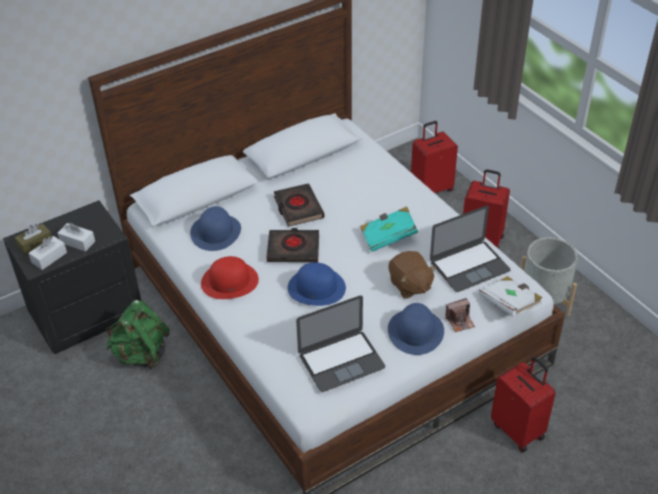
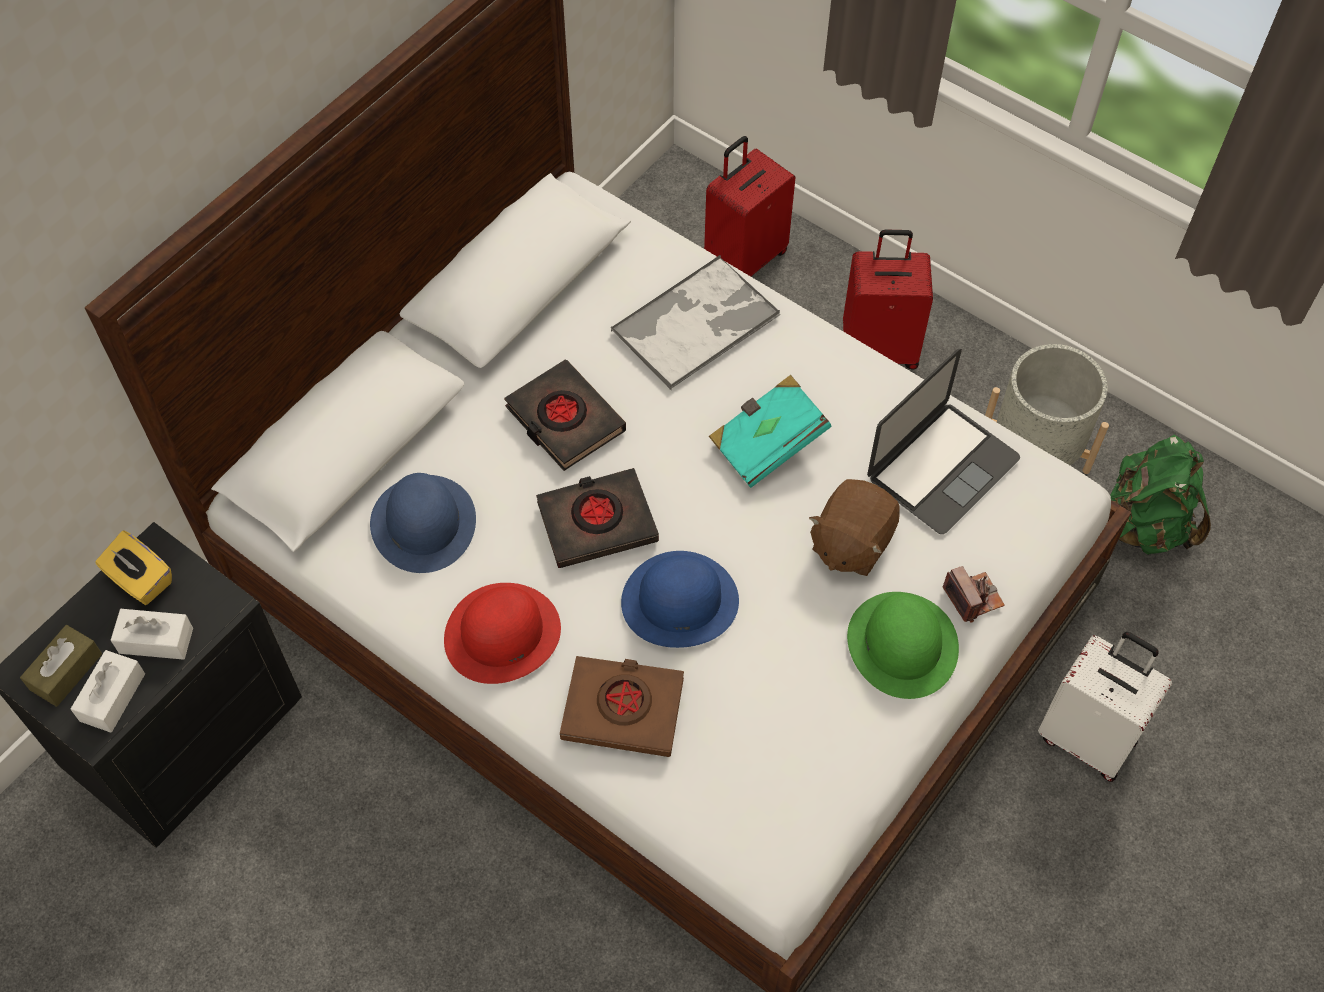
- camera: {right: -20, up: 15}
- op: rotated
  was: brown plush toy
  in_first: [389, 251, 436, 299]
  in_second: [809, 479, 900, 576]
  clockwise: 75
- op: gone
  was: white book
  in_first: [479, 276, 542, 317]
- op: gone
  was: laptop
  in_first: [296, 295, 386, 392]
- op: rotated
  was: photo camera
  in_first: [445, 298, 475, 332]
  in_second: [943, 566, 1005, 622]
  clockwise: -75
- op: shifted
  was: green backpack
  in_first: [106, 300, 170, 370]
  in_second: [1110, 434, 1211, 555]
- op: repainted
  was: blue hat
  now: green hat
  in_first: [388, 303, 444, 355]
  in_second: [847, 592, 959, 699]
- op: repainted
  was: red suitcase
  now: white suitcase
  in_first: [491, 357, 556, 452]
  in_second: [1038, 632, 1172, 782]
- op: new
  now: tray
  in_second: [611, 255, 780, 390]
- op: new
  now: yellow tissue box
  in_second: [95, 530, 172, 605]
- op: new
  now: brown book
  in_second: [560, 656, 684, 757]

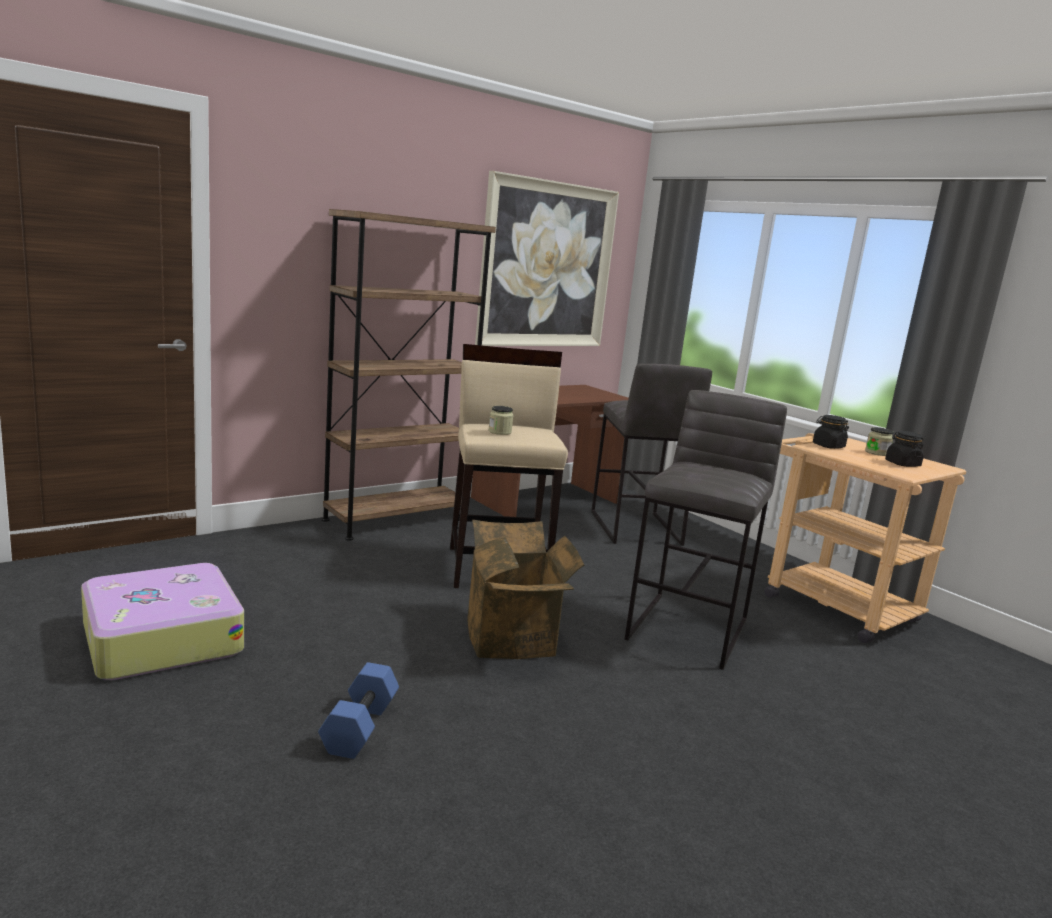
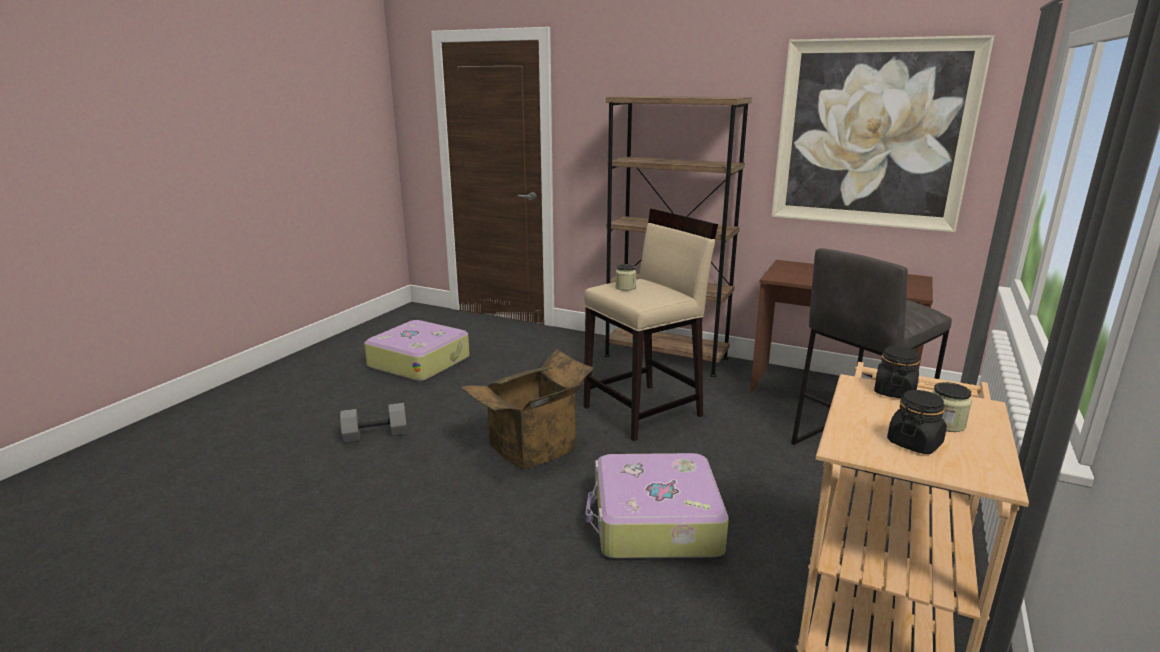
- camera: {right: 65, up: 5}
- op: swapped
  was: grey stool
  now: suitcase
  in_first: [625, 390, 787, 670]
  in_second: [586, 453, 729, 559]
- op: repainted
  was: blue dumbbell
  now: grey dumbbell
  in_first: [318, 662, 399, 759]
  in_second: [340, 403, 407, 443]

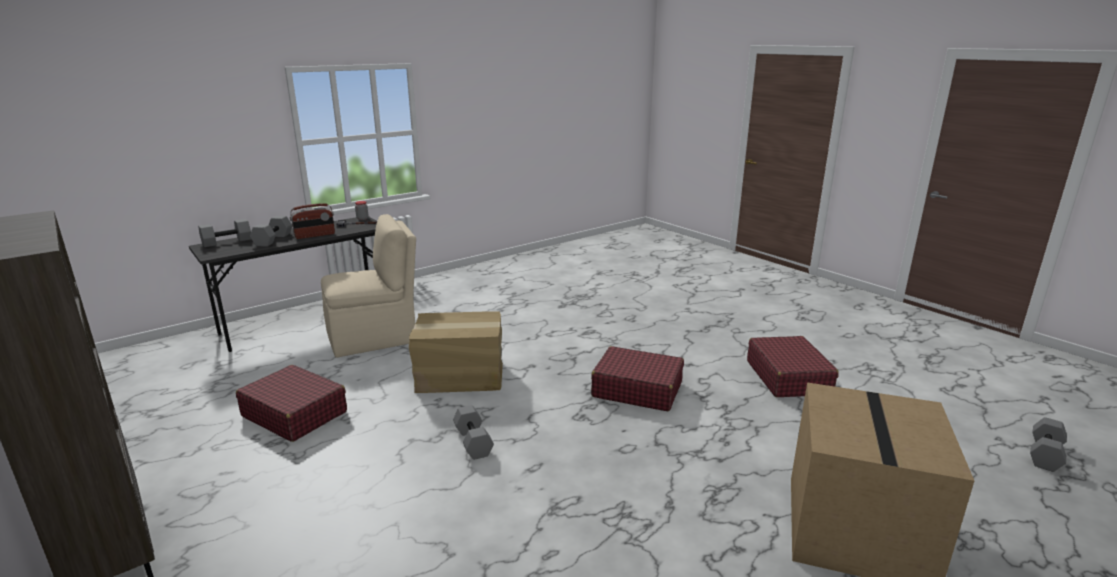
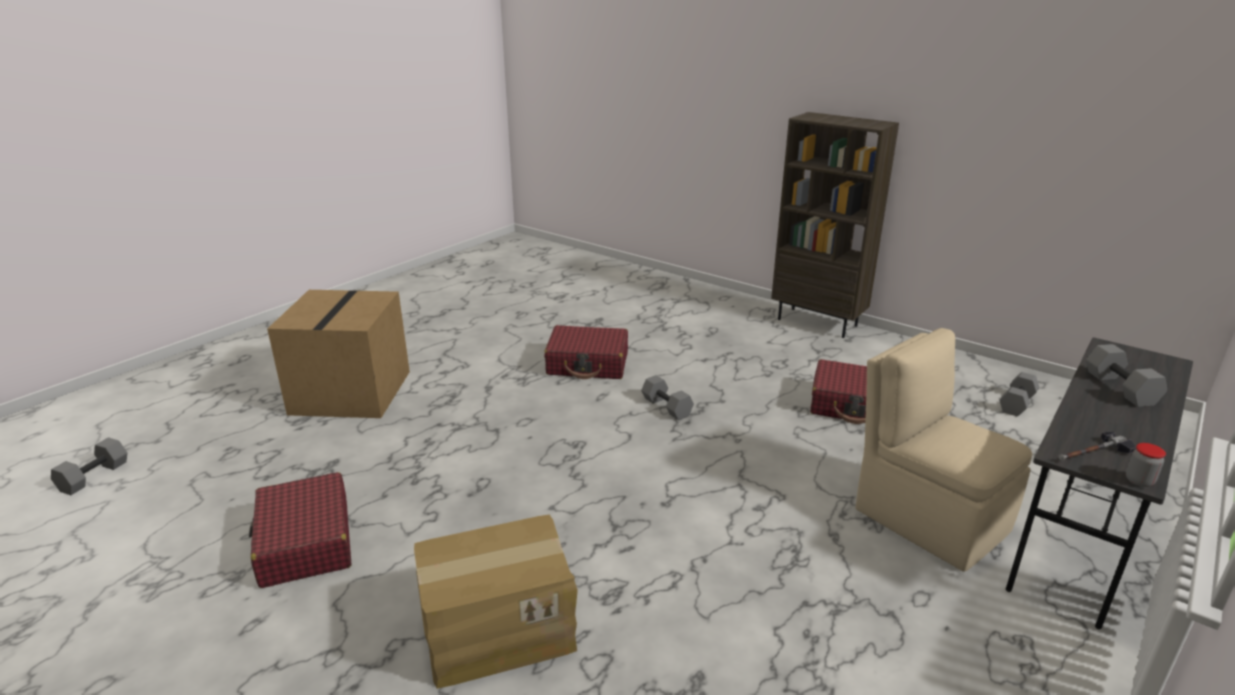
- camera: {right: 165, up: 5}
- op: gone
  was: radio
  in_first: [290, 204, 335, 239]
- op: rotated
  was: beige chair
  in_first: [321, 214, 416, 358]
  in_second: [855, 328, 1032, 572]
  clockwise: 90
- op: shifted
  was: grey dumbbell
  in_first: [198, 219, 251, 247]
  in_second: [999, 372, 1039, 416]
- op: shifted
  was: cardboard box
  in_first: [409, 311, 503, 393]
  in_second: [414, 515, 577, 689]
- op: shifted
  was: red suitcase
  in_first: [591, 346, 684, 411]
  in_second: [544, 325, 628, 379]

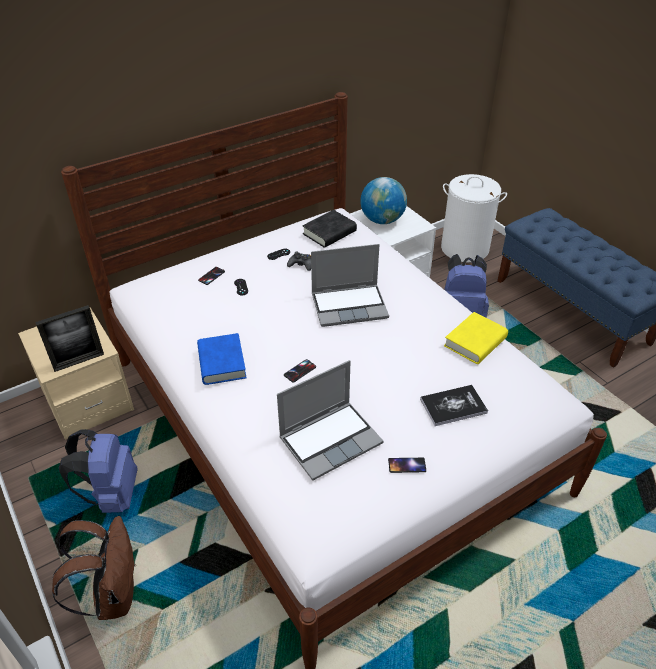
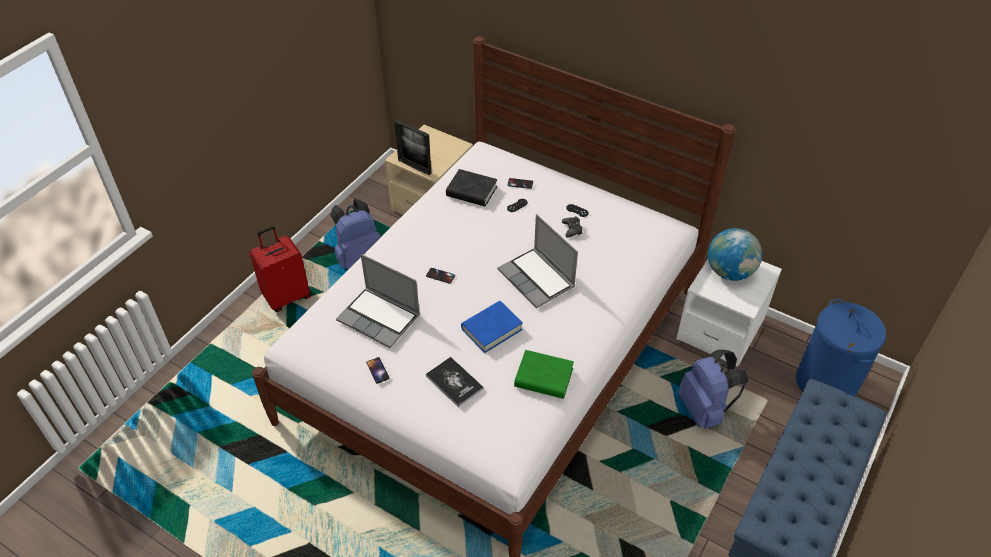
- camera: {right: 65, up: 5}
- op: repainted
  was: white laundry basket
  now: blue laundry basket
  in_first: [441, 174, 507, 262]
  in_second: [796, 299, 886, 397]
- op: shifted
  was: black book
  in_first: [303, 210, 357, 248]
  in_second: [446, 169, 497, 206]
- op: repainted
  was: yellow book
  now: green book
  in_first: [444, 312, 508, 364]
  in_second: [514, 350, 574, 399]
- op: shifted
  was: blue book
  in_first: [197, 333, 247, 385]
  in_second: [461, 301, 523, 353]
- op: swapped
  was: brown backpack
  now: red suitcase
  in_first: [52, 516, 136, 620]
  in_second: [249, 226, 311, 312]

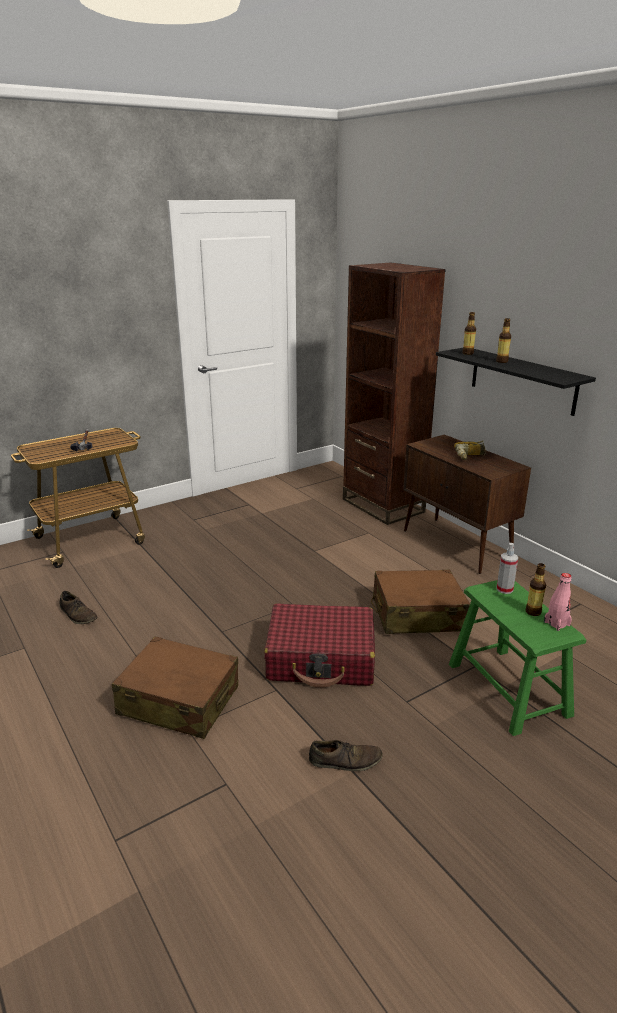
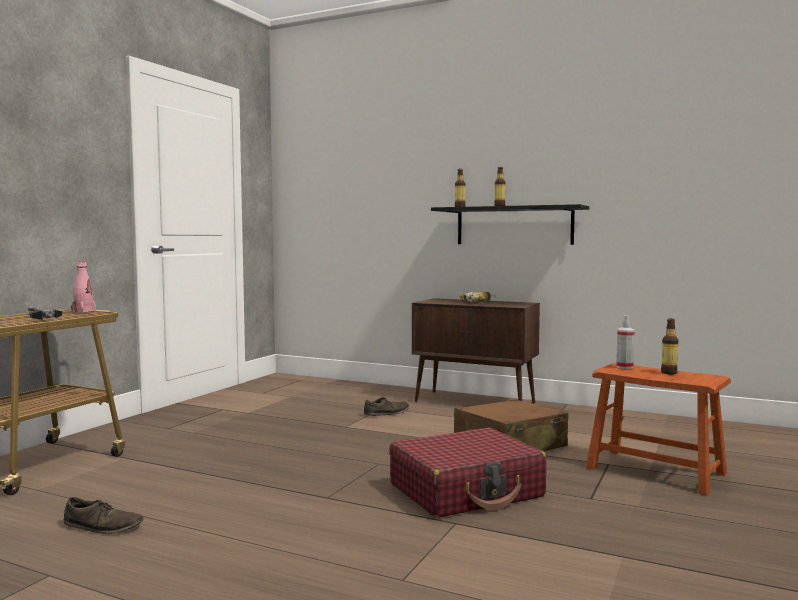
- camera: {right: -30, up: -20}
- op: gone
  was: brown bookcase
  in_first: [343, 263, 446, 525]
- op: shifted
  was: pink bottle
  in_first: [544, 573, 572, 631]
  in_second: [71, 262, 96, 313]
- op: repainted
  was: green stool
  now: brown stool
  in_first: [449, 580, 586, 736]
  in_second: [586, 363, 731, 496]
- op: gone
  was: brown suitcase
  in_first: [112, 636, 238, 739]
- op: shifted
  was: brown shoe
  in_first: [309, 740, 383, 771]
  in_second: [364, 398, 409, 416]

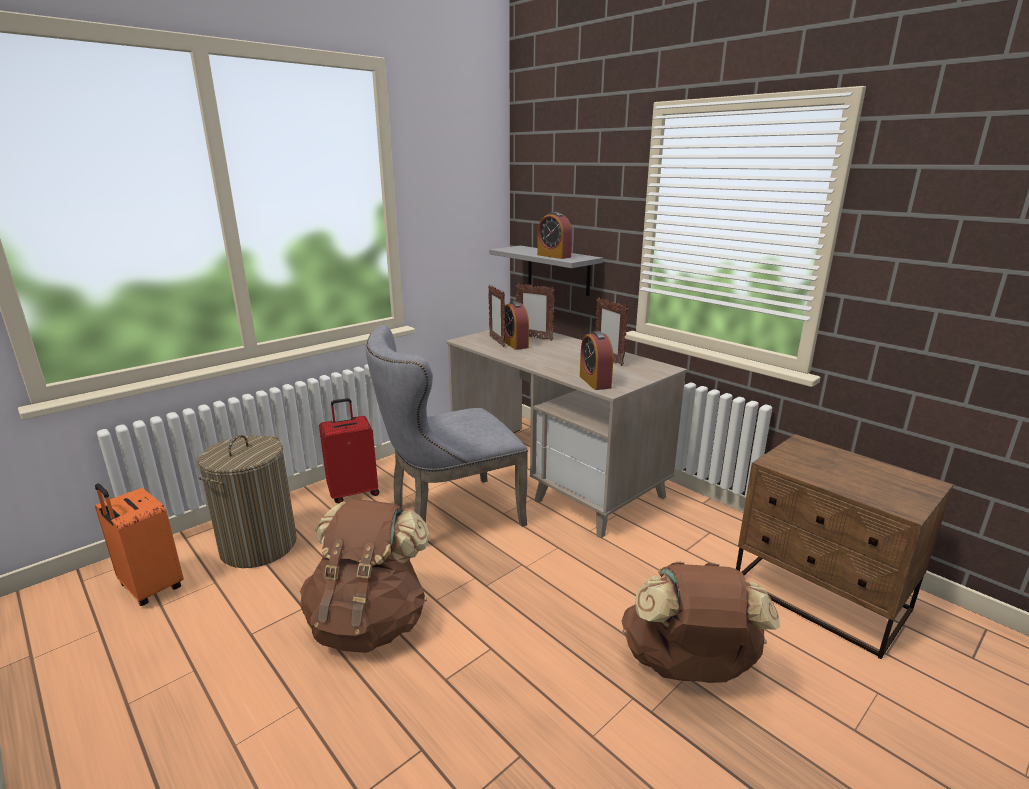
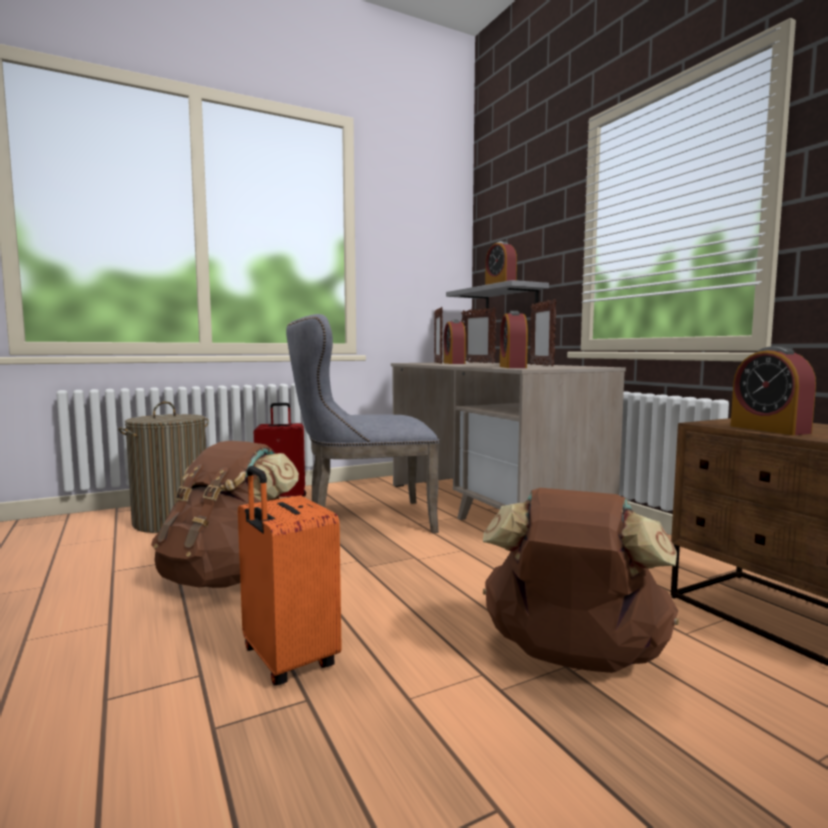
- camera: {right: 15, up: -15}
- op: shifted
  was: orange suitcase
  in_first: [95, 484, 184, 606]
  in_second: [238, 466, 342, 686]
- op: new
  now: alarm clock
  in_second: [730, 346, 816, 435]

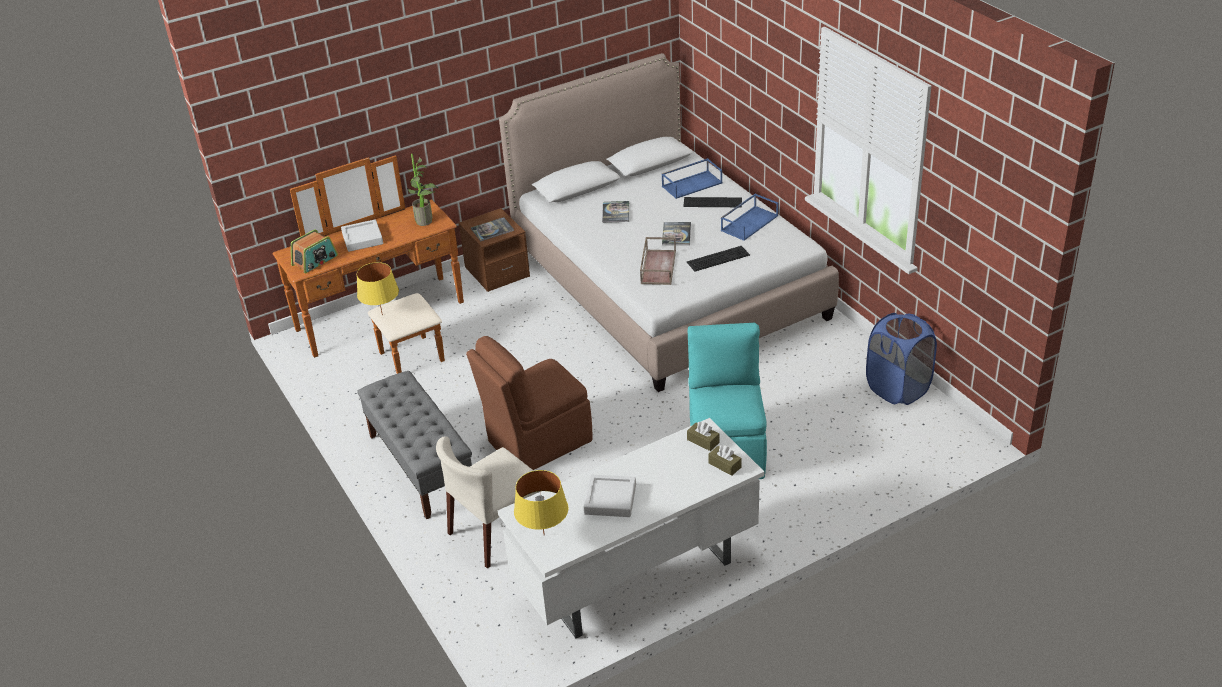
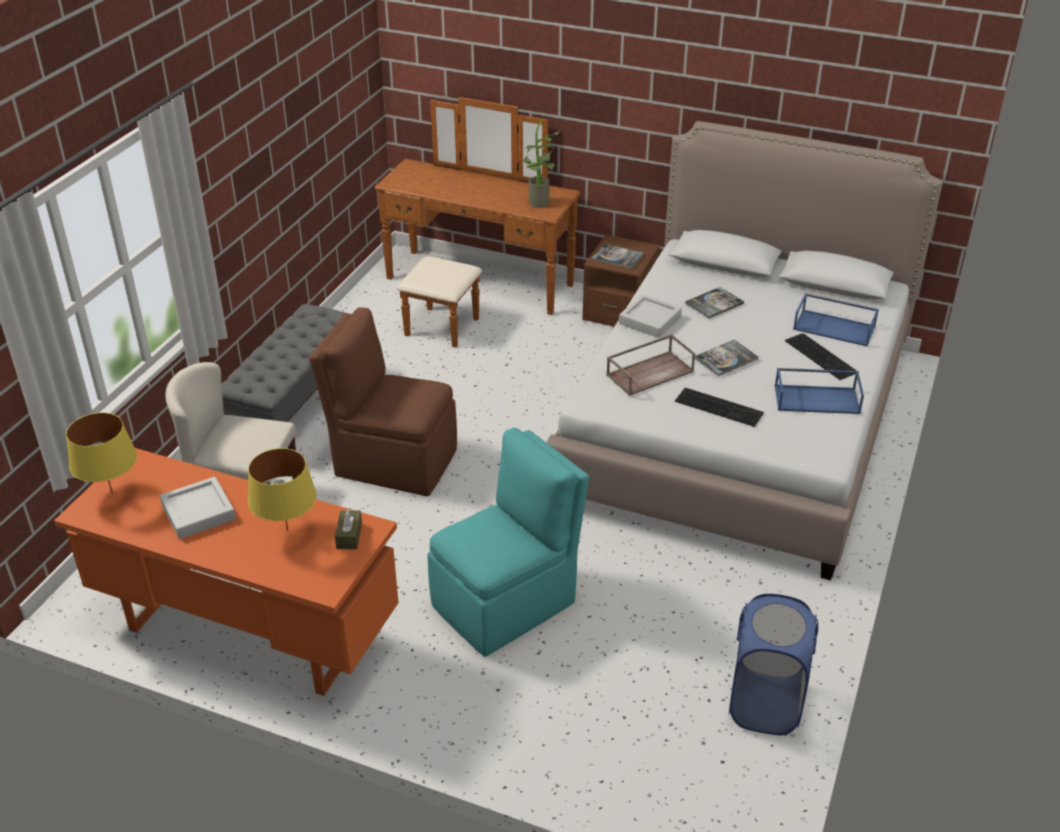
- camera: {right: 50, up: 0}
- op: shifted
  was: grey tray
  in_first: [341, 219, 383, 252]
  in_second: [619, 294, 682, 338]
- op: gone
  was: radio
  in_first: [291, 229, 338, 273]
- op: shifted
  was: yellow table lamp
  in_first: [357, 262, 399, 315]
  in_second: [248, 448, 317, 531]
- op: repainted
  was: white desk
  now: orange desk
  in_first: [498, 418, 764, 638]
  in_second: [54, 448, 399, 696]
- op: gone
  was: brown tissue box
  in_first: [708, 445, 742, 476]

